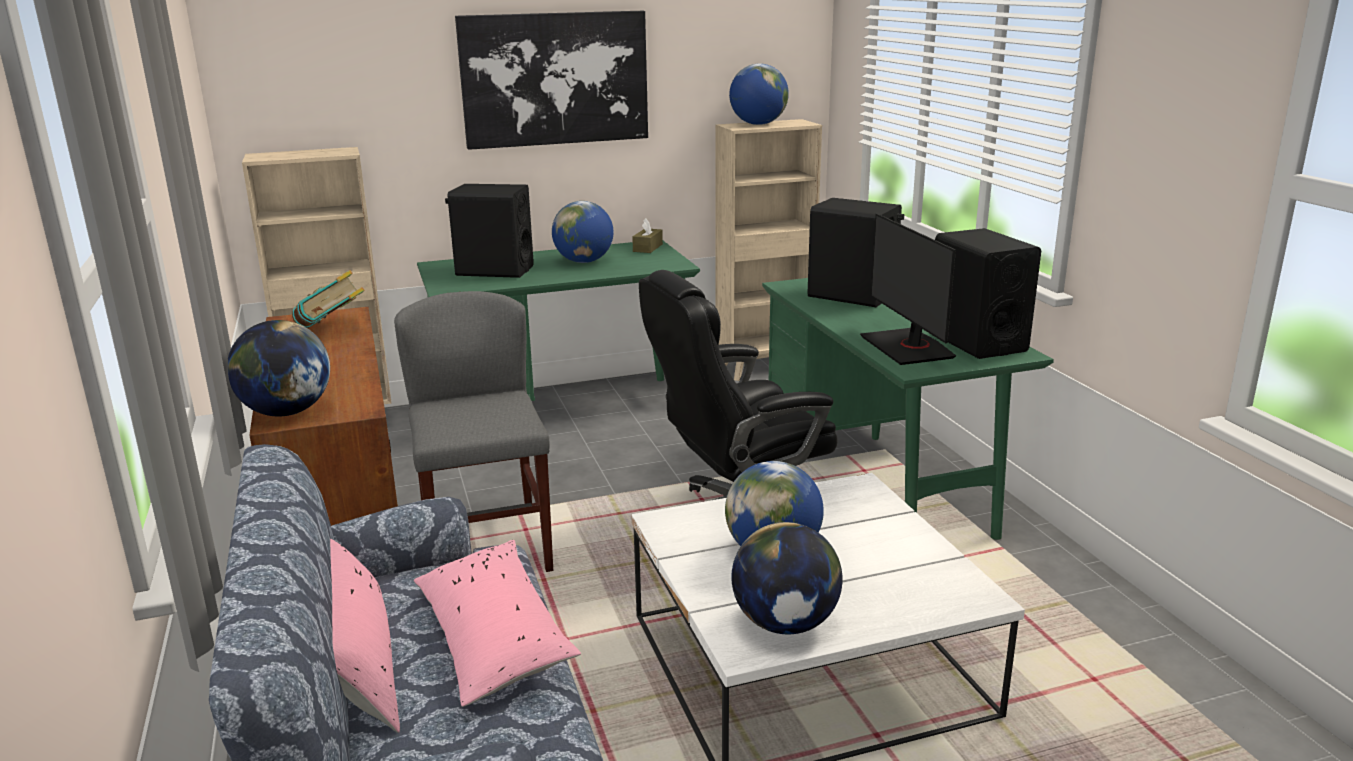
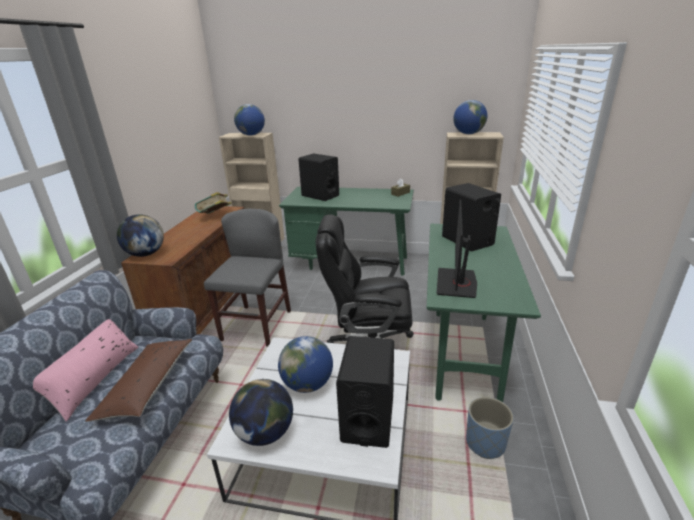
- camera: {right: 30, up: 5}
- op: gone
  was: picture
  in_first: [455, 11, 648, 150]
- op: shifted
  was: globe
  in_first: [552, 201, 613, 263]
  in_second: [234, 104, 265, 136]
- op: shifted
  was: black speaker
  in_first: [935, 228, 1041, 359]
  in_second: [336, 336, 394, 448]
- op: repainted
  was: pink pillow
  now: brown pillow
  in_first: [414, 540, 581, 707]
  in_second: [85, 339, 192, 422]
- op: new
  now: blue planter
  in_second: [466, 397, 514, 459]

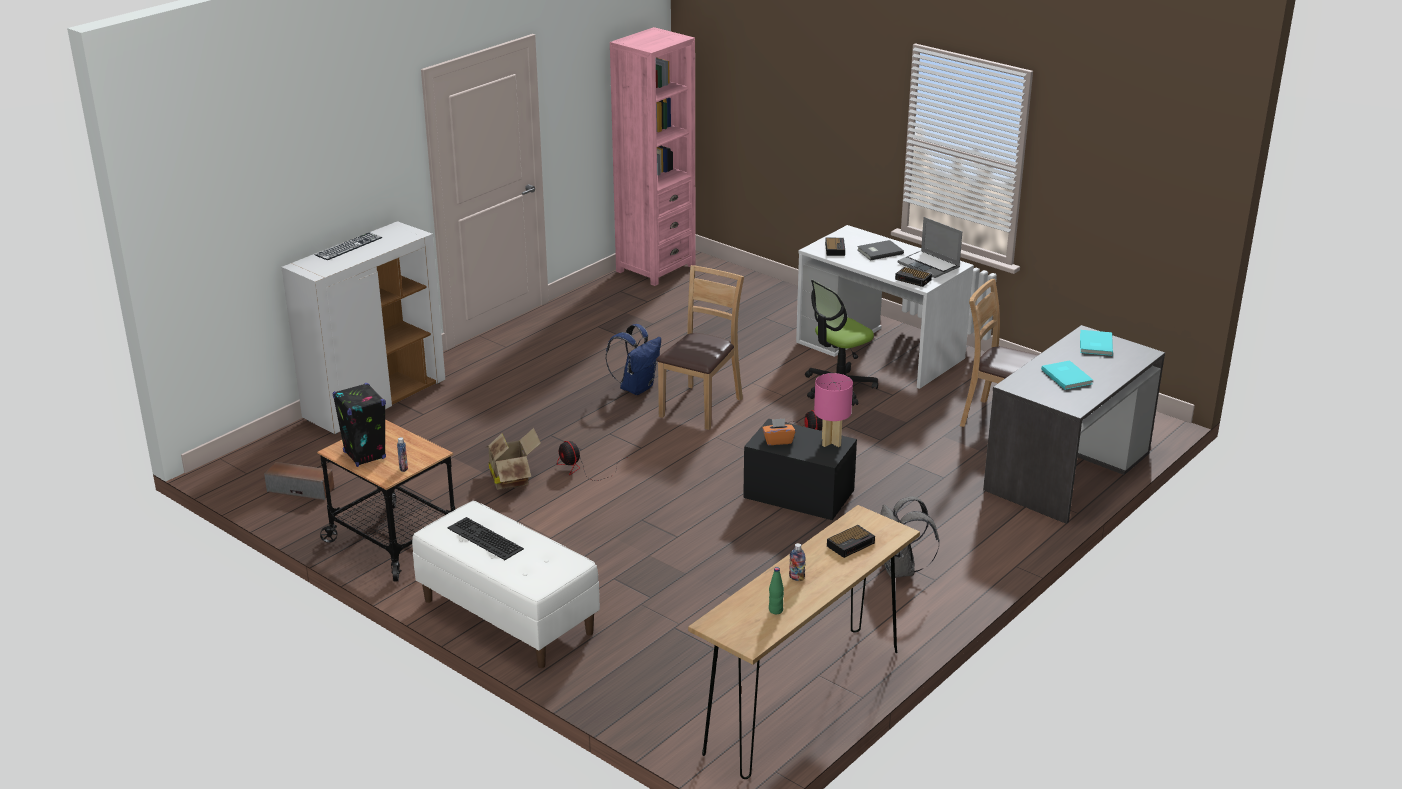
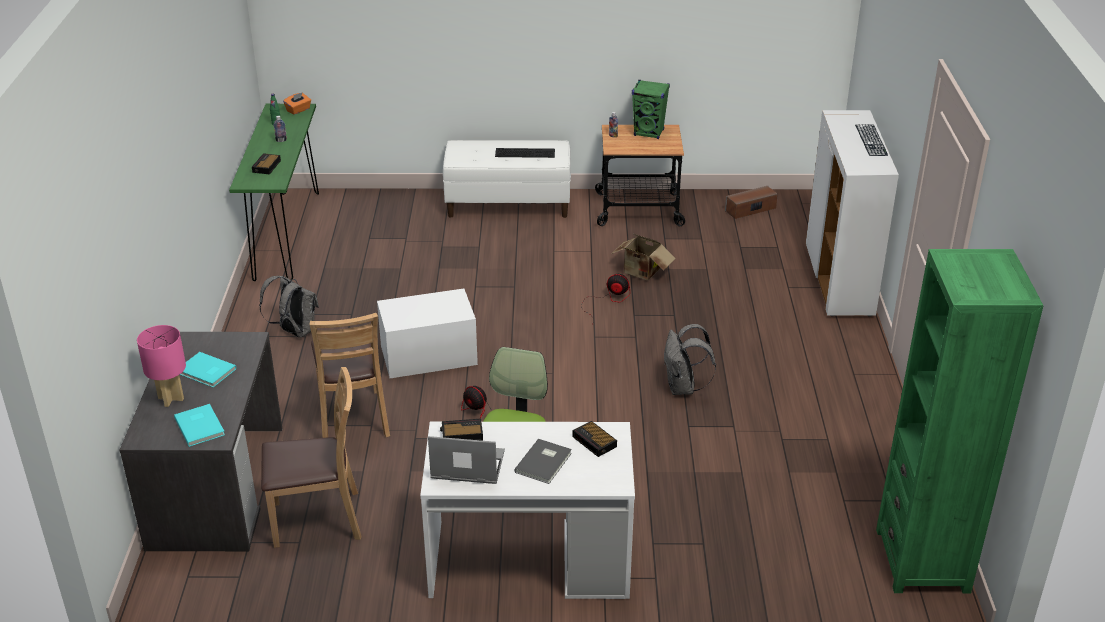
- camera: {right: 140, up: 5}
- op: repainted
  was: pink bookcase
  now: green bookcase
  in_first: [610, 27, 696, 286]
  in_second: [876, 249, 1044, 593]
- op: shifted
  was: brown chair
  in_first: [656, 265, 744, 430]
  in_second: [309, 313, 390, 438]
- op: repainted
  was: blue backpack
  now: grey backpack
  in_first: [606, 324, 661, 395]
  in_second: [664, 324, 716, 395]
- op: shifted
  was: pink table lamp
  in_first: [814, 373, 853, 447]
  in_second: [137, 325, 186, 407]
- op: repainted
  was: black speaker
  now: green speaker
  in_first: [333, 383, 386, 467]
  in_second: [632, 80, 670, 139]
- op: repainted
  was: black storage box
  now: white storage box
  in_first: [743, 418, 857, 520]
  in_second: [377, 288, 478, 378]
- op: shifted
  was: orange tissue box
  in_first: [762, 418, 796, 445]
  in_second: [283, 93, 311, 115]
- op: repainted
  was: brown console table
  now: green console table
  in_first: [688, 505, 920, 779]
  in_second: [229, 104, 319, 281]

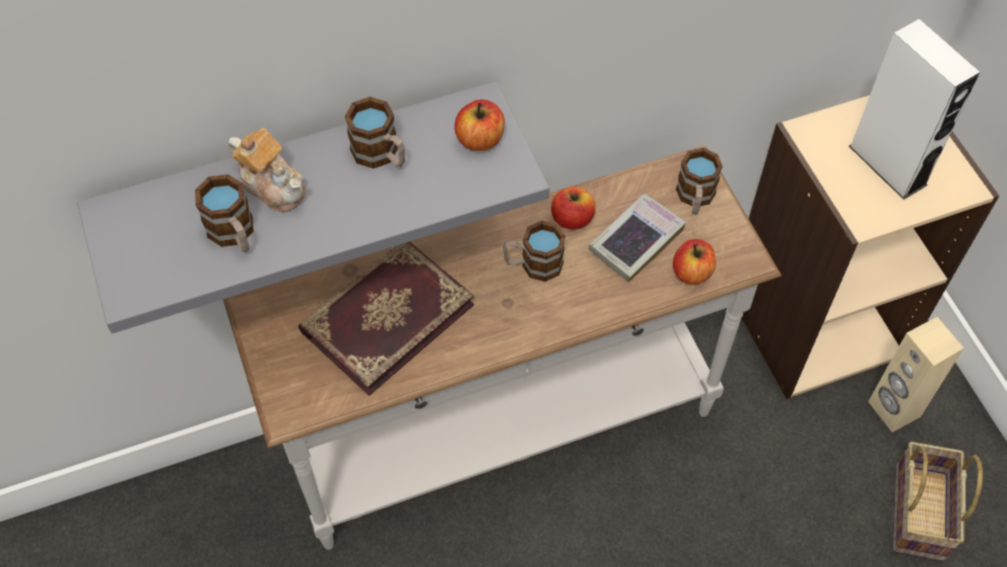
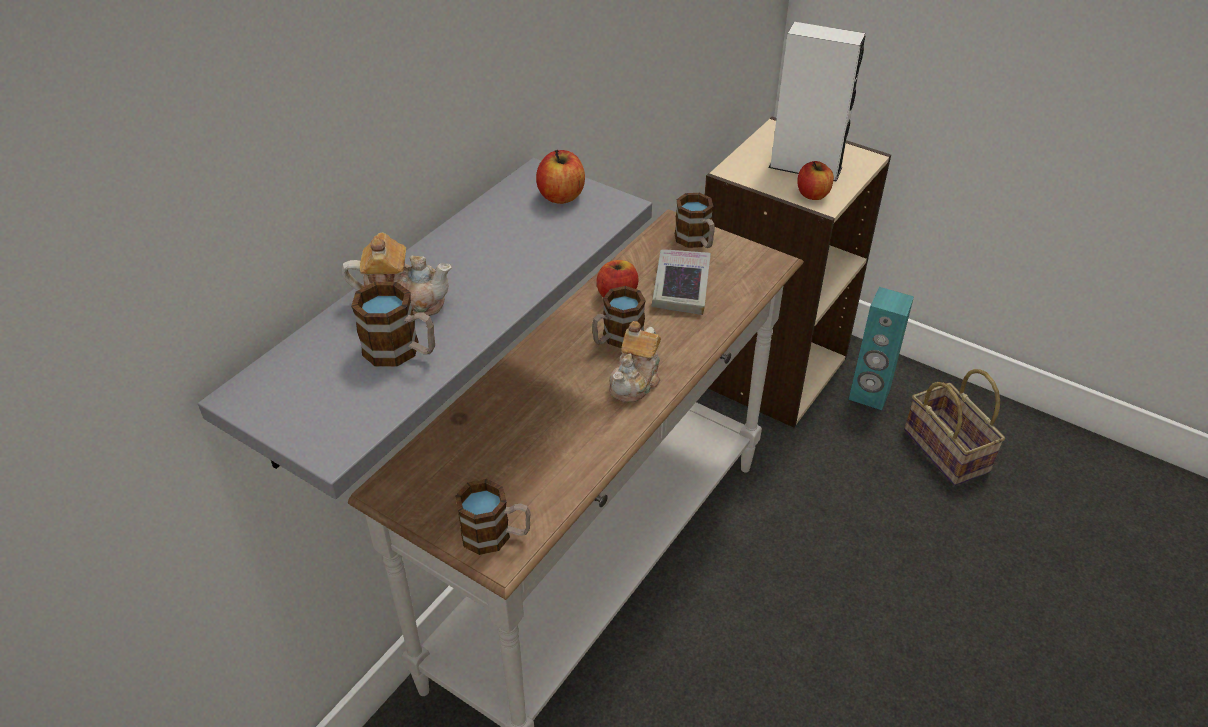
- camera: {right: -35, up: -15}
- op: shifted
  was: mug
  in_first: [345, 97, 405, 169]
  in_second: [455, 479, 531, 555]
- op: shifted
  was: apple
  in_first: [673, 239, 716, 285]
  in_second: [797, 161, 834, 200]
- op: gone
  was: book
  in_first: [298, 242, 474, 396]
- op: repainted
  was: beige speaker
  now: turquoise speaker
  in_first: [868, 317, 964, 433]
  in_second: [849, 287, 914, 410]
- op: new
  now: teapot
  in_second: [609, 321, 661, 402]

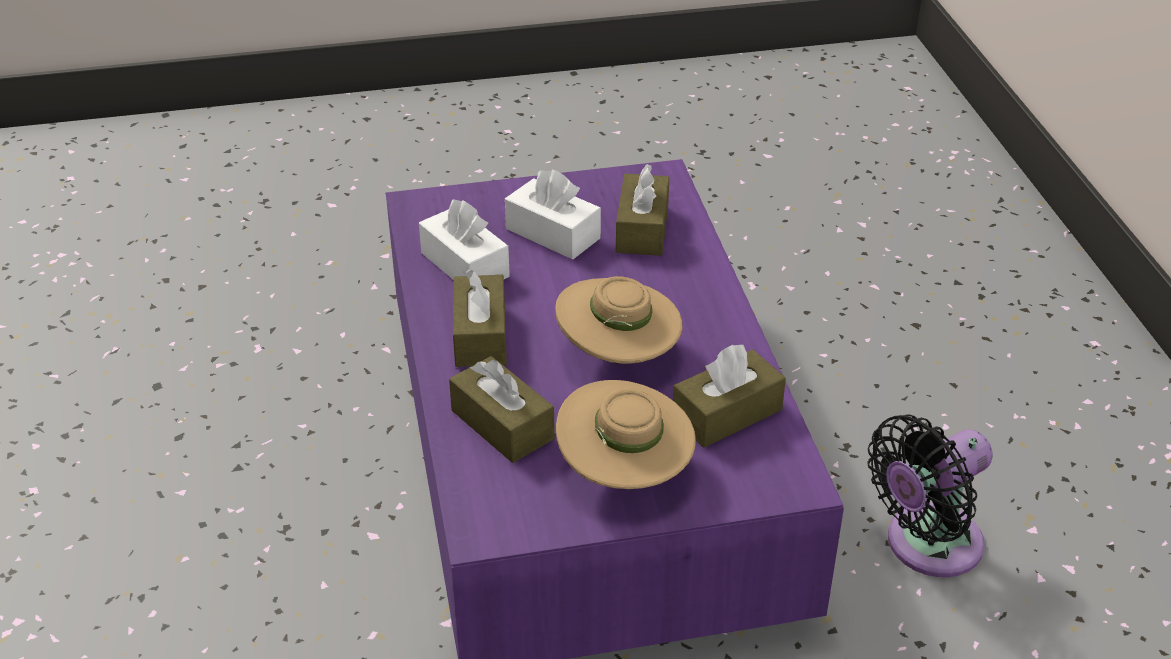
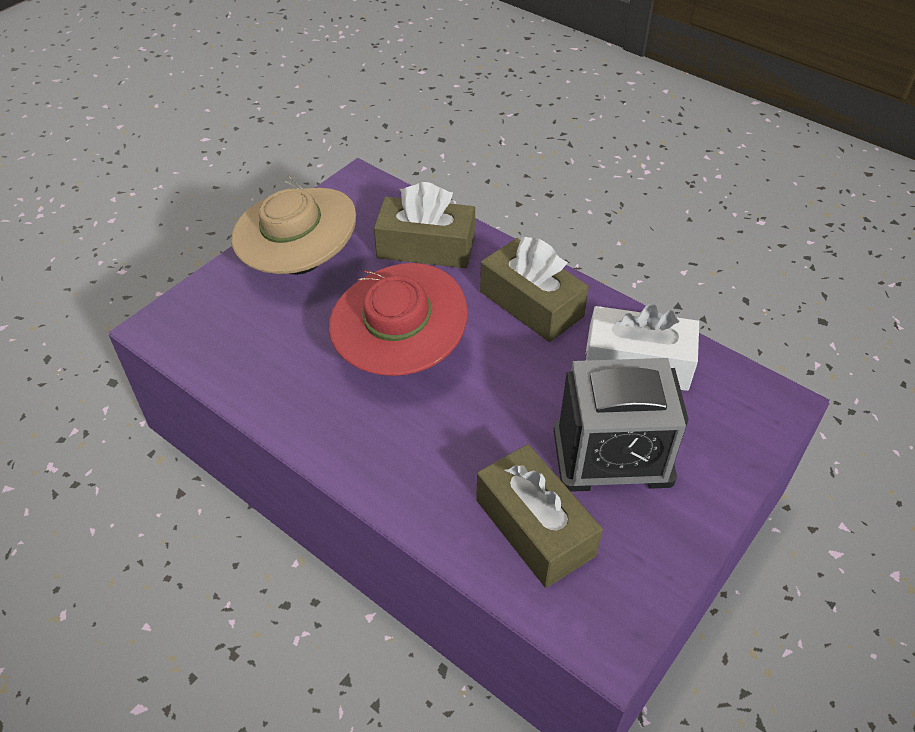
- camera: {right: 140, up: 10}
- op: swapped
  was: white tissue box
  now: alarm clock
  in_first: [505, 170, 601, 260]
  in_second: [553, 358, 688, 492]
- op: repainted
  was: beige hat
  now: red hat
  in_first: [555, 276, 682, 364]
  in_second: [329, 263, 467, 376]
- op: gone
  was: brown tissue box
  in_first: [673, 344, 786, 448]
- op: gone
  was: black fan
  in_first: [867, 414, 993, 577]

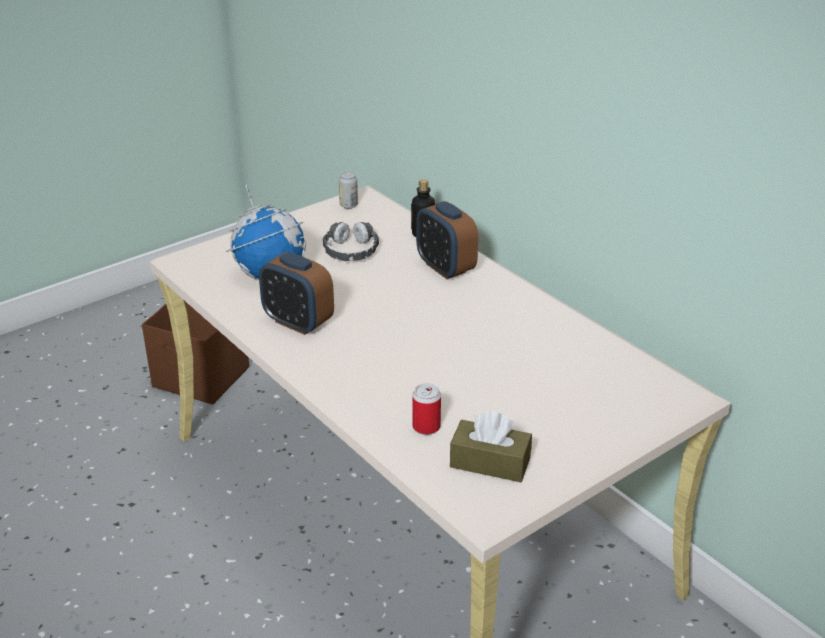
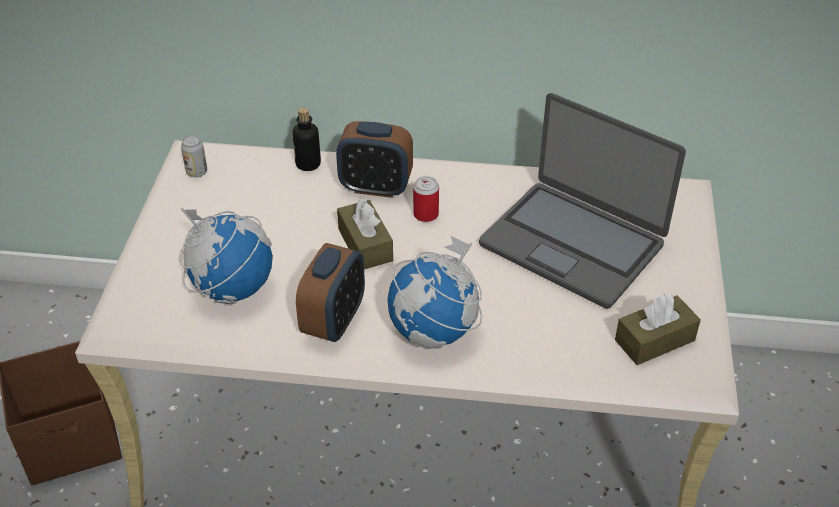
- camera: {right: -45, up: 10}
- op: gone
  was: headphones
  in_first: [323, 222, 379, 261]
- op: rotated
  was: alarm clock
  in_first: [259, 252, 334, 335]
  in_second: [296, 243, 365, 342]
  clockwise: -60
- op: shifted
  was: can
  in_first: [413, 383, 441, 435]
  in_second: [413, 176, 439, 222]
- op: new
  now: laptop
  in_second: [479, 93, 686, 308]
- op: new
  now: brown tissue box
  in_second: [337, 198, 393, 269]
- op: new
  now: globe
  in_second: [387, 236, 482, 349]

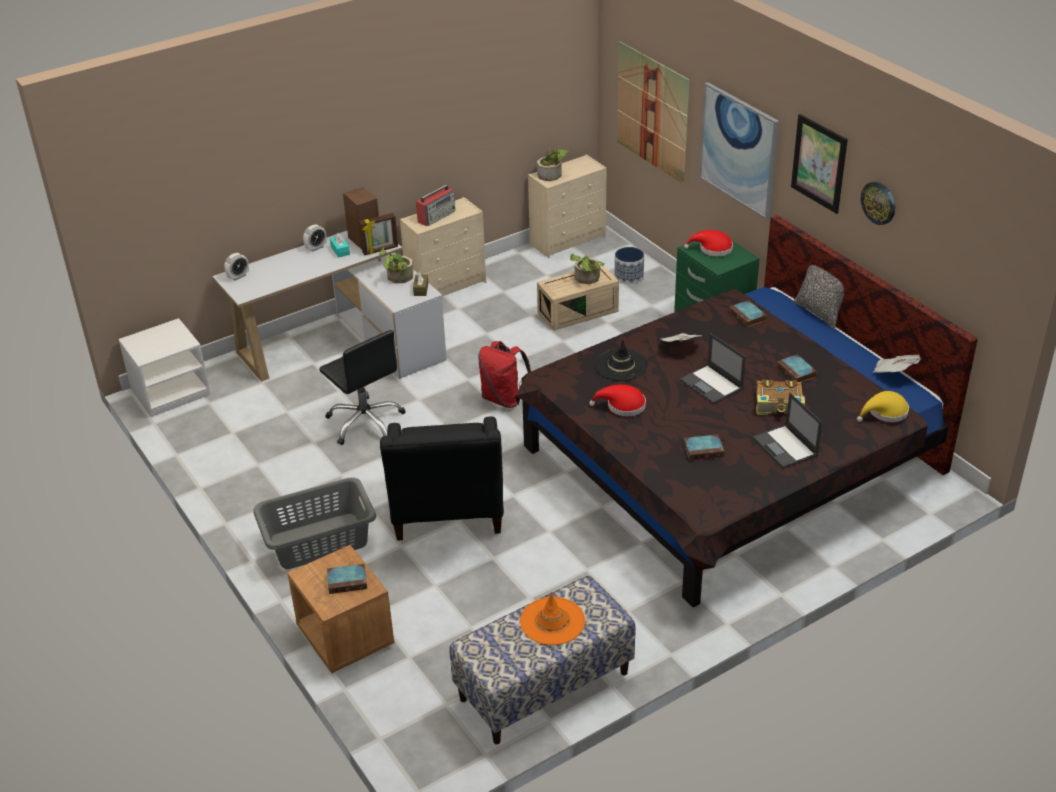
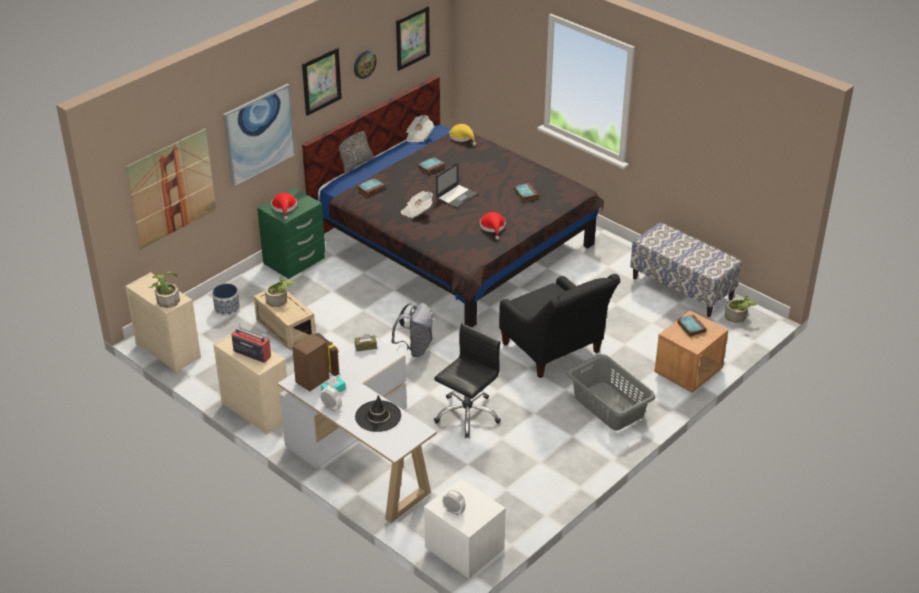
- camera: {right: -105, up: 0}
- op: shifted
  was: potted plant
  in_first: [379, 247, 413, 283]
  in_second: [725, 295, 757, 323]
- op: shifted
  was: alarm clock
  in_first: [224, 253, 249, 281]
  in_second: [442, 490, 466, 516]
- op: shifted
  was: black hat
  in_first: [594, 339, 648, 381]
  in_second: [355, 395, 401, 432]
- op: repainted
  was: red backpack
  now: grey backpack
  in_first: [478, 341, 531, 408]
  in_second: [391, 302, 433, 357]
- op: gone
  was: book
  in_first: [756, 379, 805, 415]
- op: gone
  was: laptop
  in_first: [752, 393, 822, 469]
- op: rotated
  was: black armchair
  in_first: [380, 416, 504, 541]
  in_second: [499, 274, 620, 378]
  clockwise: 75
- op: gone
  was: orange hat
  in_first: [520, 592, 585, 645]
- op: new
  now: picture
  in_second: [396, 6, 430, 71]

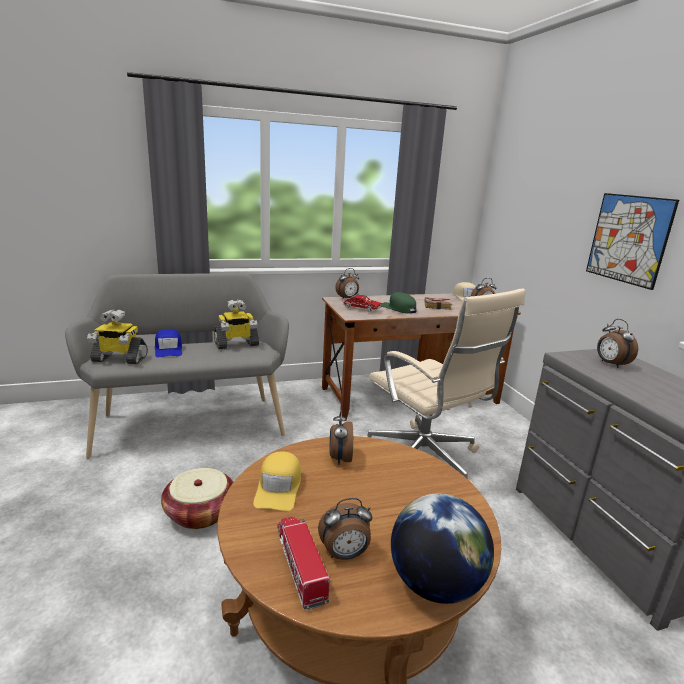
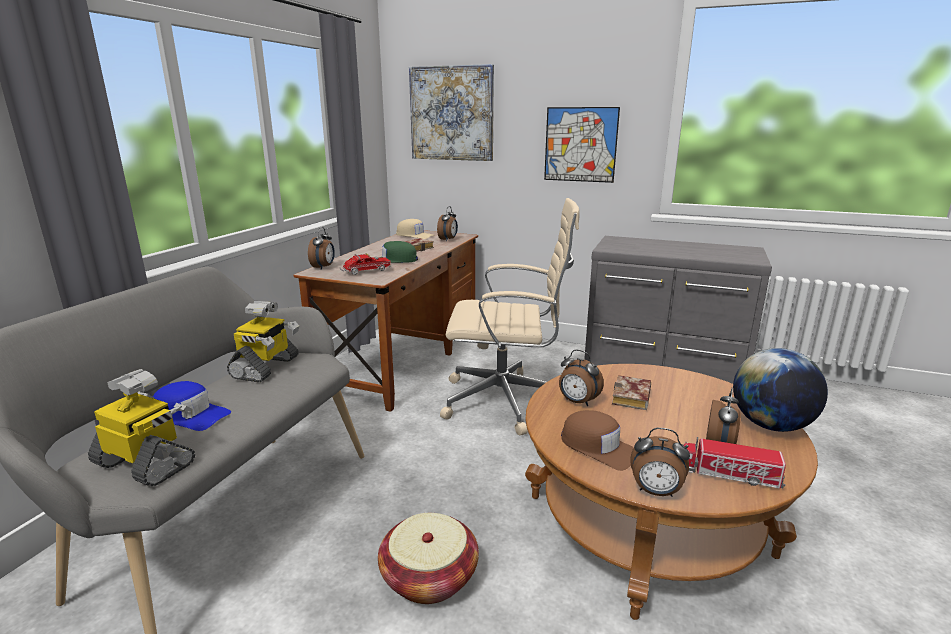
- camera: {right: -50, up: 0}
- op: rotated
  was: toy robot
  in_first: [87, 309, 148, 364]
  in_second: [88, 369, 195, 486]
  clockwise: -105
- op: shifted
  was: alarm clock
  in_first: [597, 319, 638, 368]
  in_second: [630, 428, 690, 497]
- op: repainted
  was: yellow cap
  now: brown cap
  in_first: [253, 451, 301, 511]
  in_second: [561, 410, 634, 471]
- op: new
  now: picture
  in_second: [409, 64, 494, 161]
- op: new
  now: book
  in_second: [612, 375, 651, 410]

